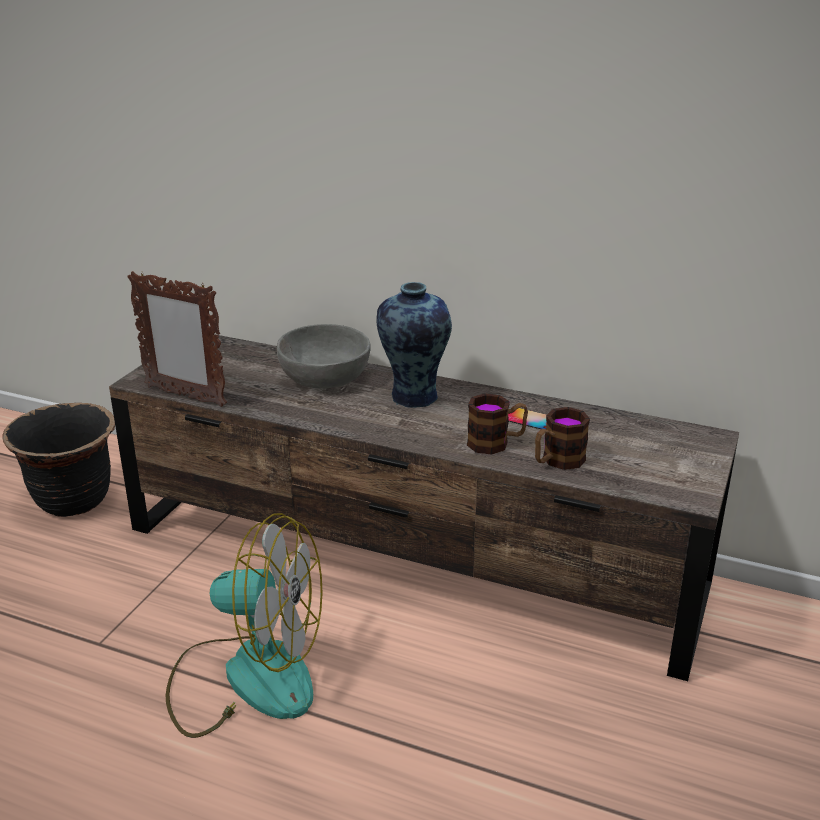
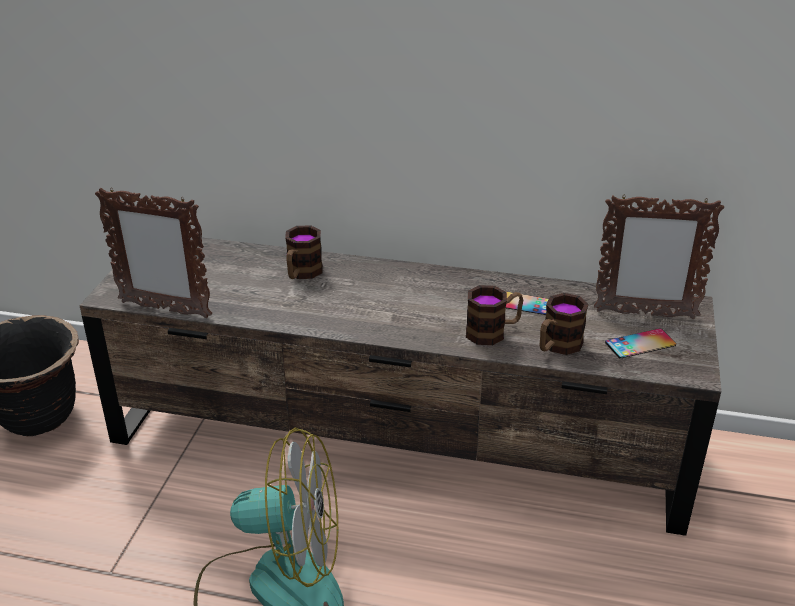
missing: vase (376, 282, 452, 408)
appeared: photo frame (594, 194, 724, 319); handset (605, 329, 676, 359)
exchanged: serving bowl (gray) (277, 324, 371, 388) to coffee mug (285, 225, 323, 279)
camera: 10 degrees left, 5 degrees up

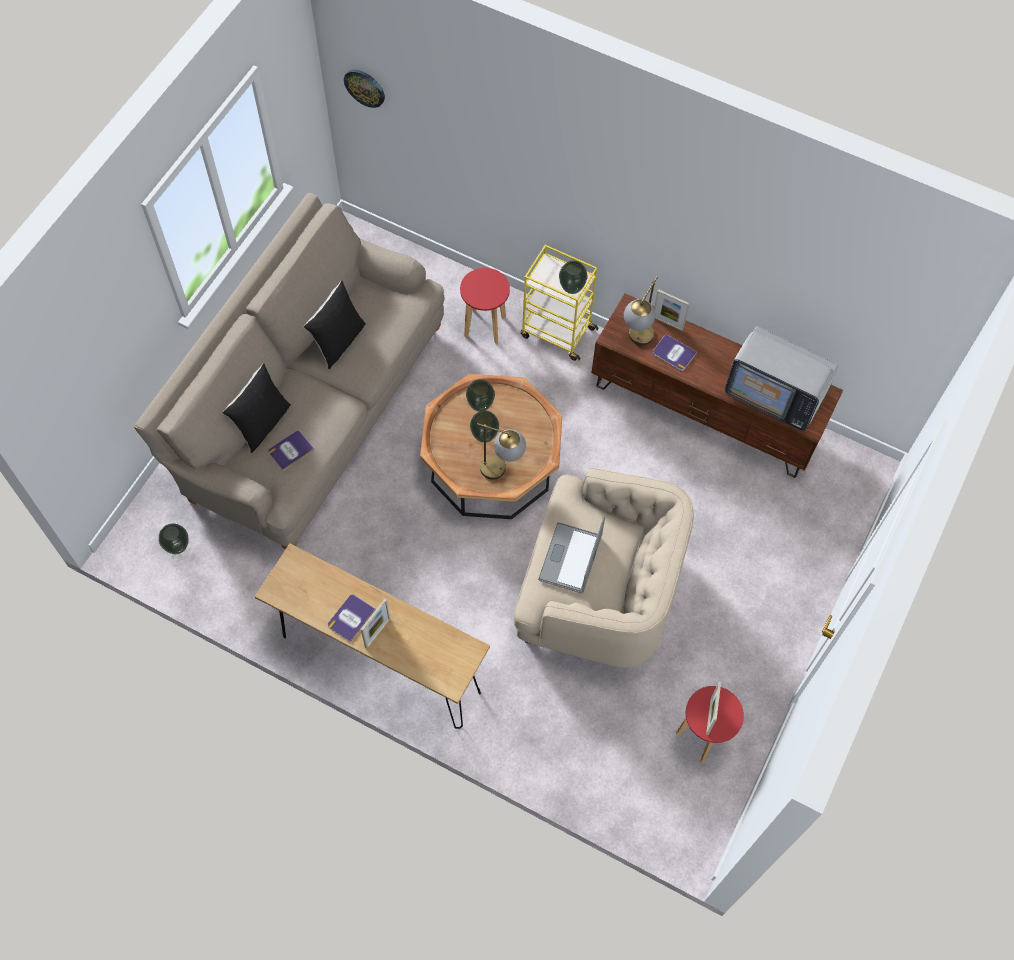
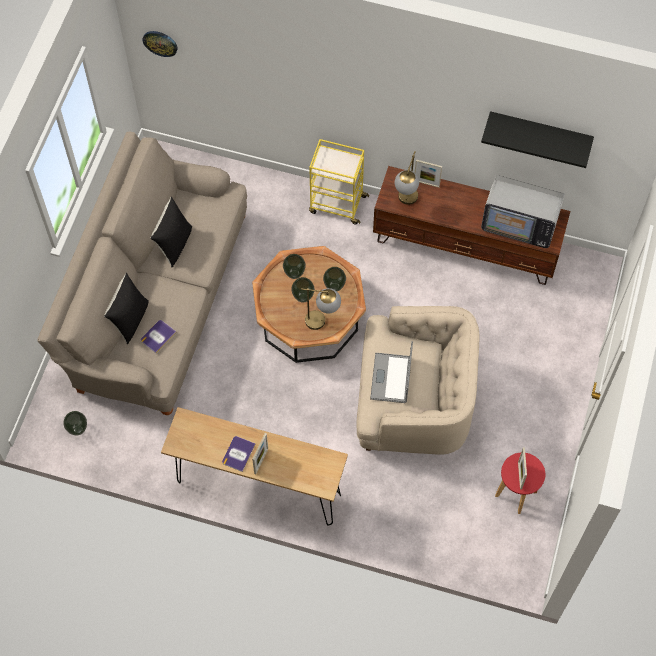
missing: stool (red) (460, 268, 510, 344); book (653, 334, 697, 371)
appeared: shelf (black) (481, 111, 594, 168)
relocated: vase (559, 261, 588, 294) to (323, 267, 346, 291)
camera: 10 degrees left, 0 degrees up

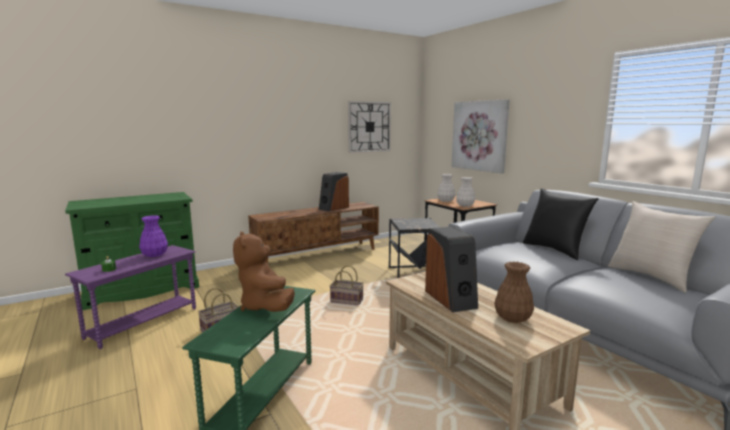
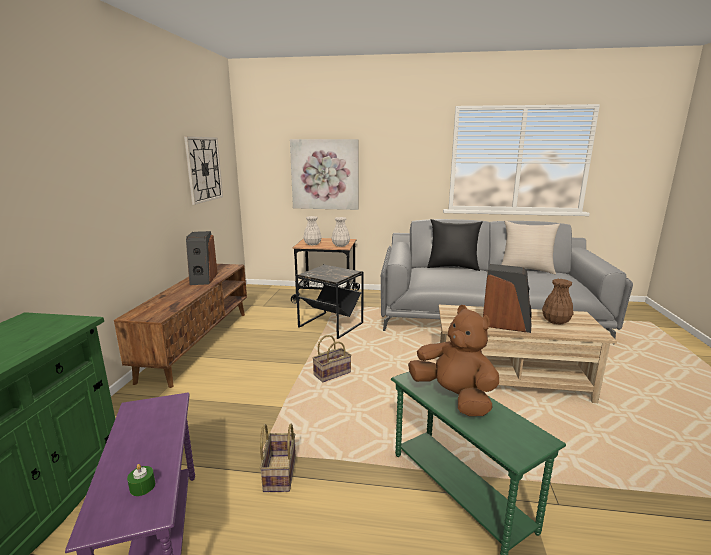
missing: vase (purple) (139, 215, 168, 257)
spun: plush toy (brownish) (233, 231, 295, 312) = (408, 305, 499, 416) 150 degrees counterclockwise
camera: 50 degrees left, 5 degrees up

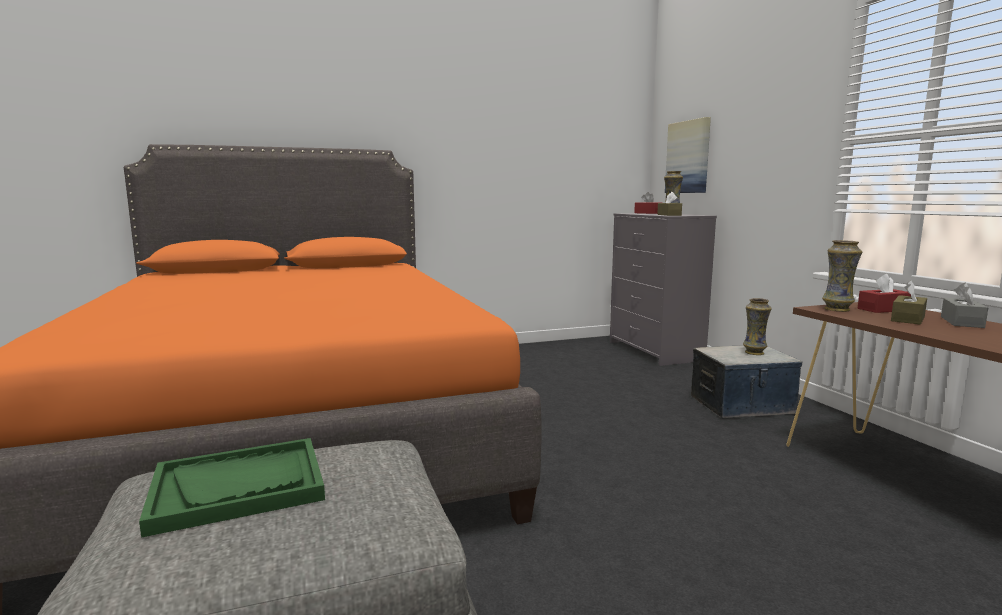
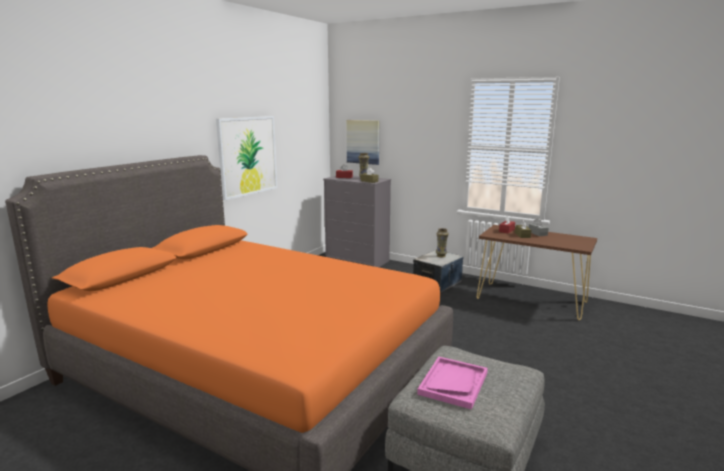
missing: vase (822, 240, 862, 312)
appeared: wall art (216, 116, 277, 200)
colour: carrying tray (green-coloured) (139, 438, 325, 537) to carrying tray (pink-coloured) (417, 356, 488, 409)
camera: 40 degrees left, 5 degrees up

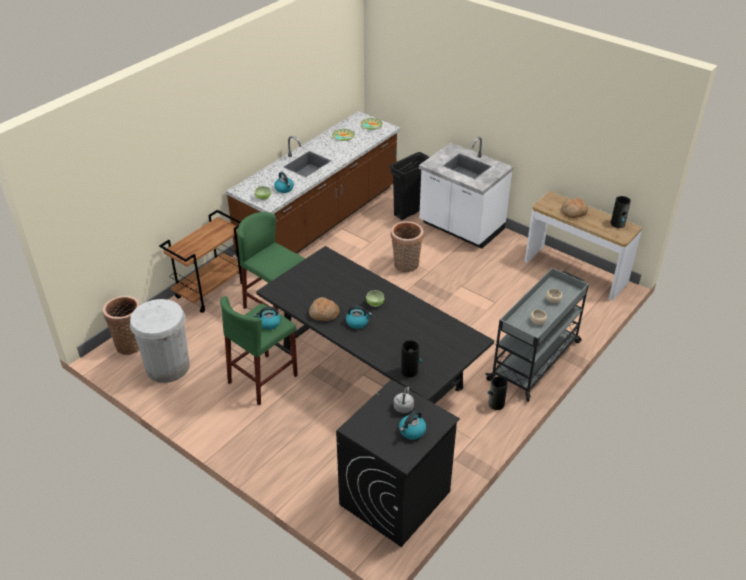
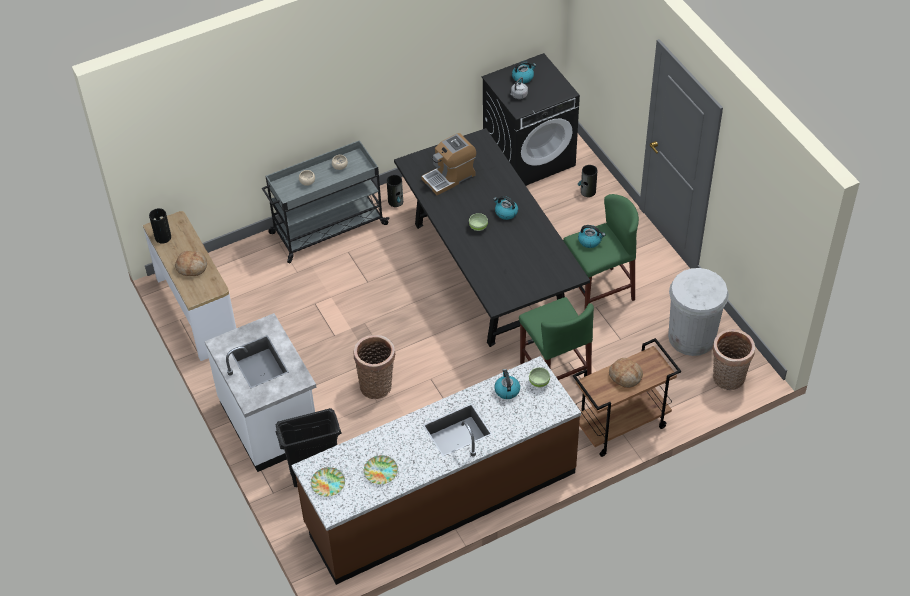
appeared: coffee machine (421, 133, 476, 195)
relocated: bread (309, 297, 339, 321) to (609, 358, 643, 388); vase (401, 340, 422, 378) to (578, 165, 597, 197)
camera: 155 degrees left, 10 degrees up

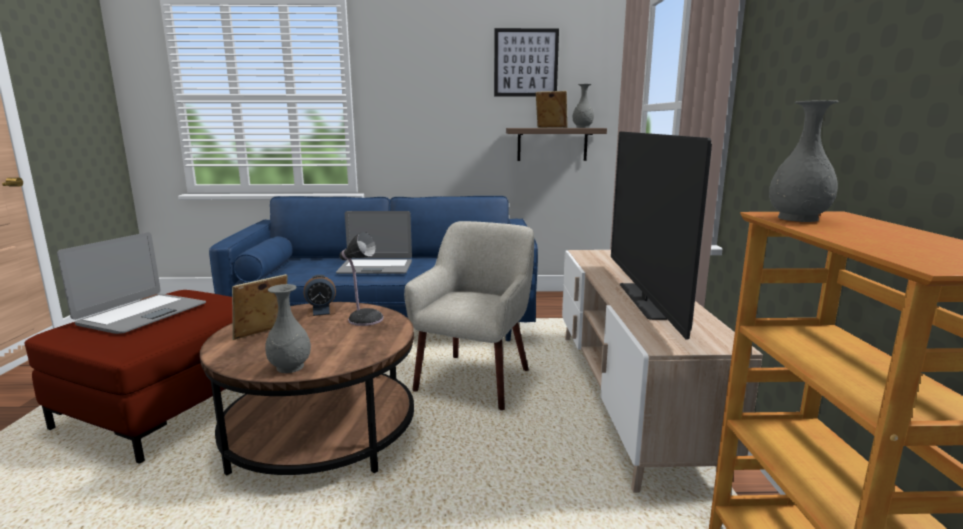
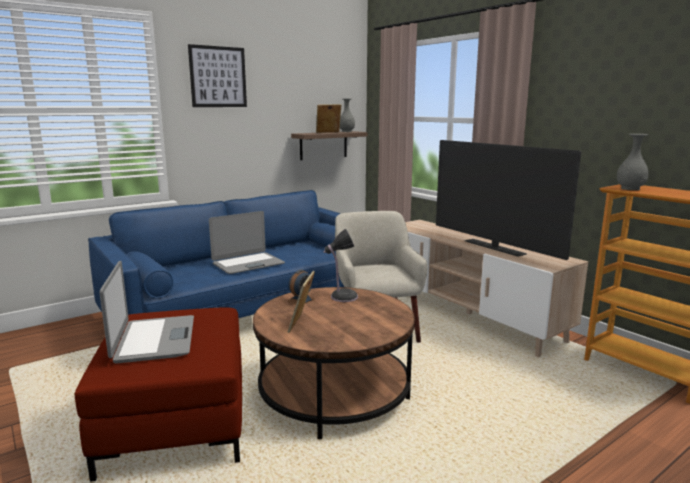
missing: vase (gray) (265, 284, 311, 373)
relocated: wall art (494, 28, 559, 97) to (188, 44, 247, 107)
camera: 35 degrees left, 0 degrees up

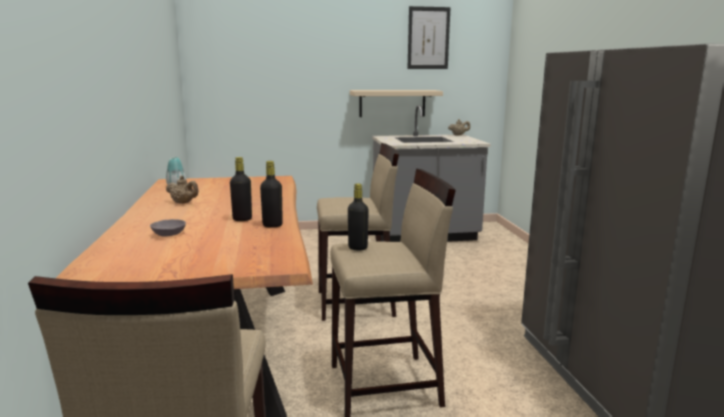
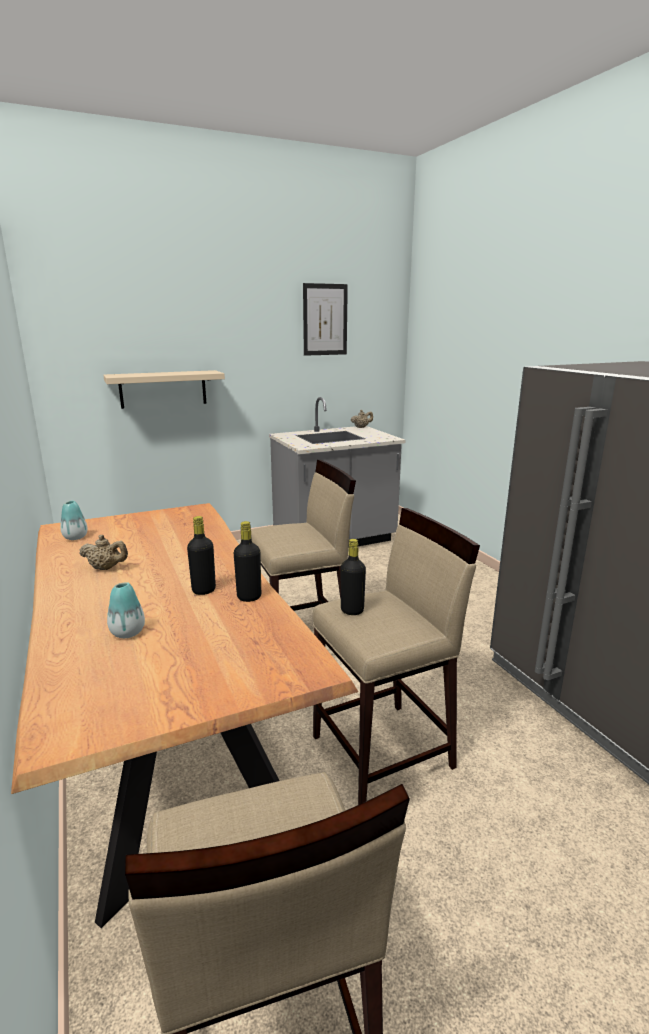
relocated: shelf (sand-coloured) (350, 90, 443, 117) to (103, 370, 225, 409)
exchanged: serving bowl (gray) (150, 219, 186, 237) to vase (107, 582, 145, 638)
camera: 15 degrees left, 5 degrees up

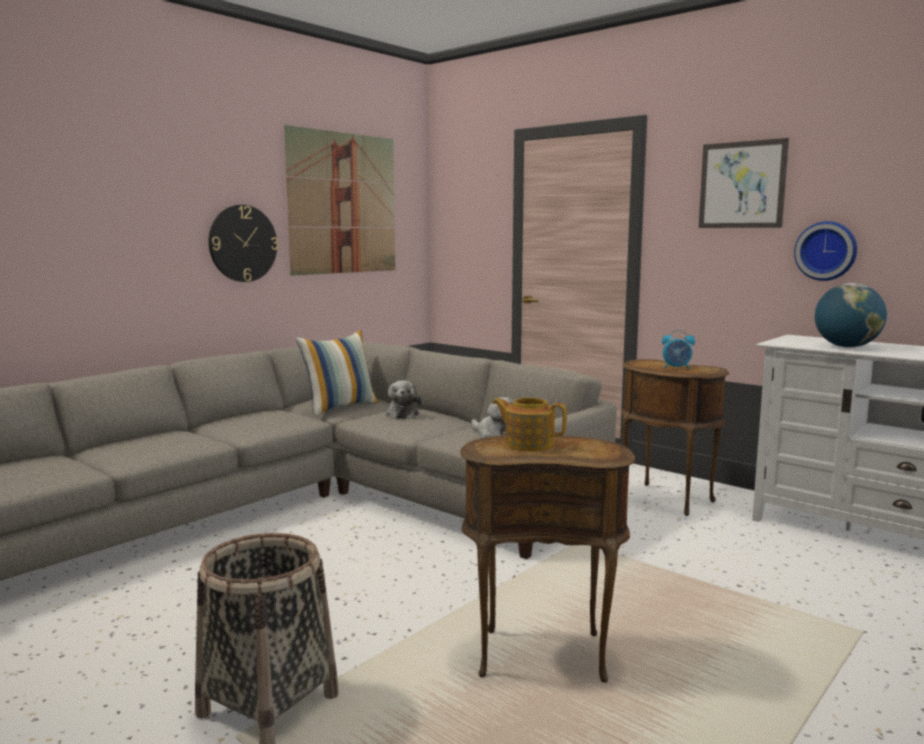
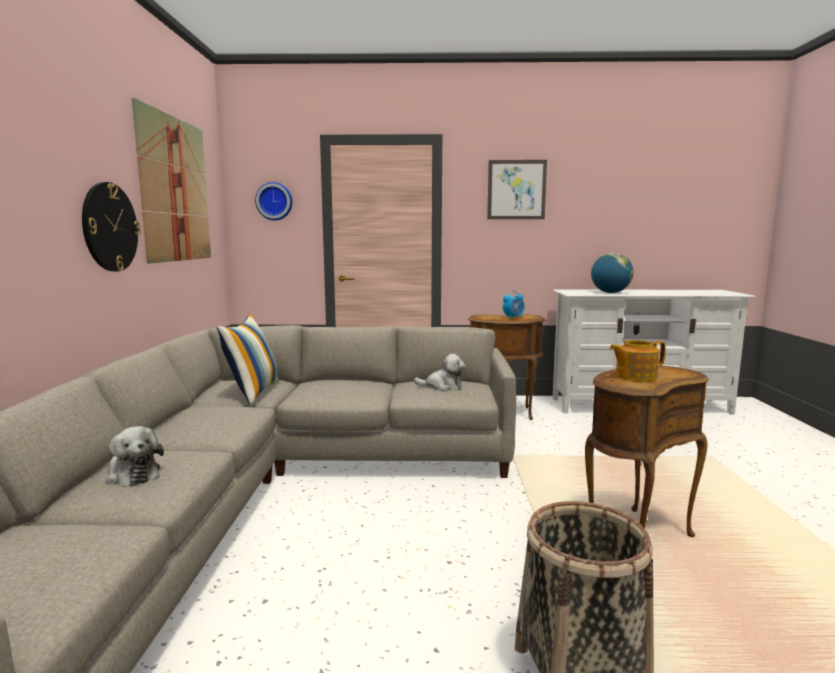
relocated: hanging clock (794, 221, 857, 281) to (255, 182, 292, 220); plush toy (385, 380, 422, 419) to (106, 426, 164, 487)
camera: 40 degrees left, 0 degrees up

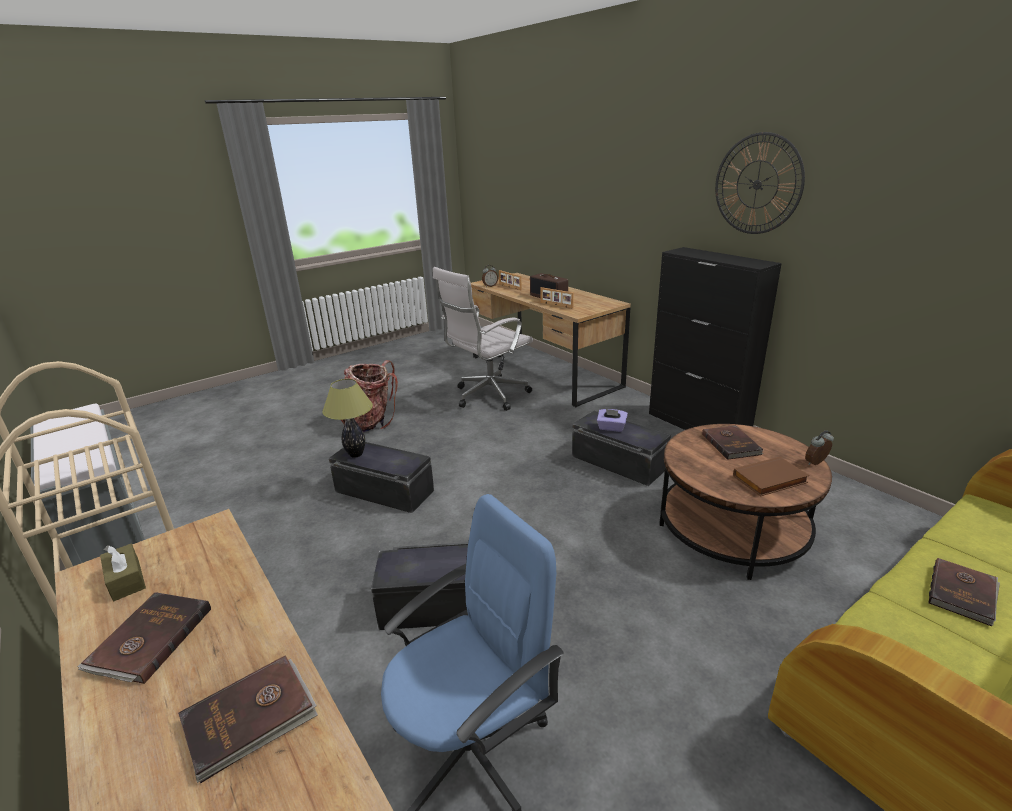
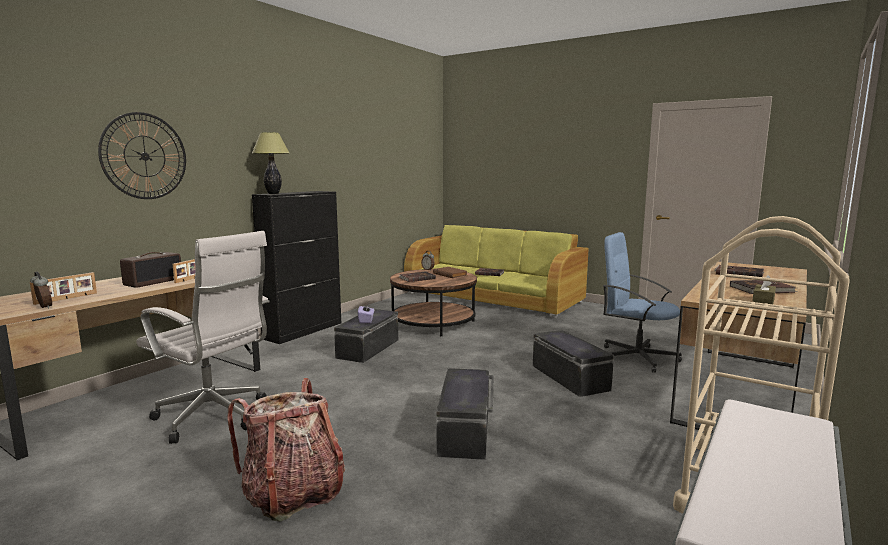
relocated: hanging clock (715, 132, 805, 234) to (98, 112, 186, 199); table lamp (322, 379, 373, 458) to (252, 132, 290, 194)
camera: 110 degrees left, 15 degrees down

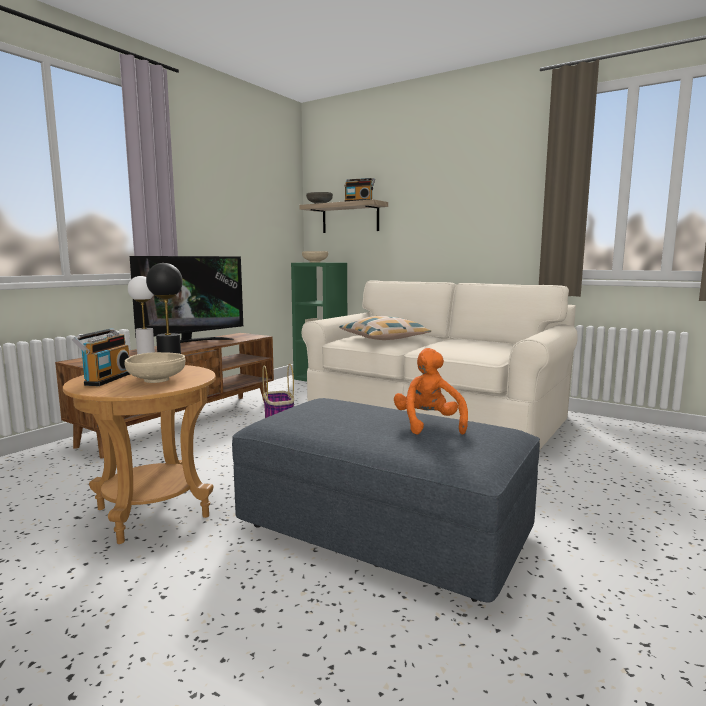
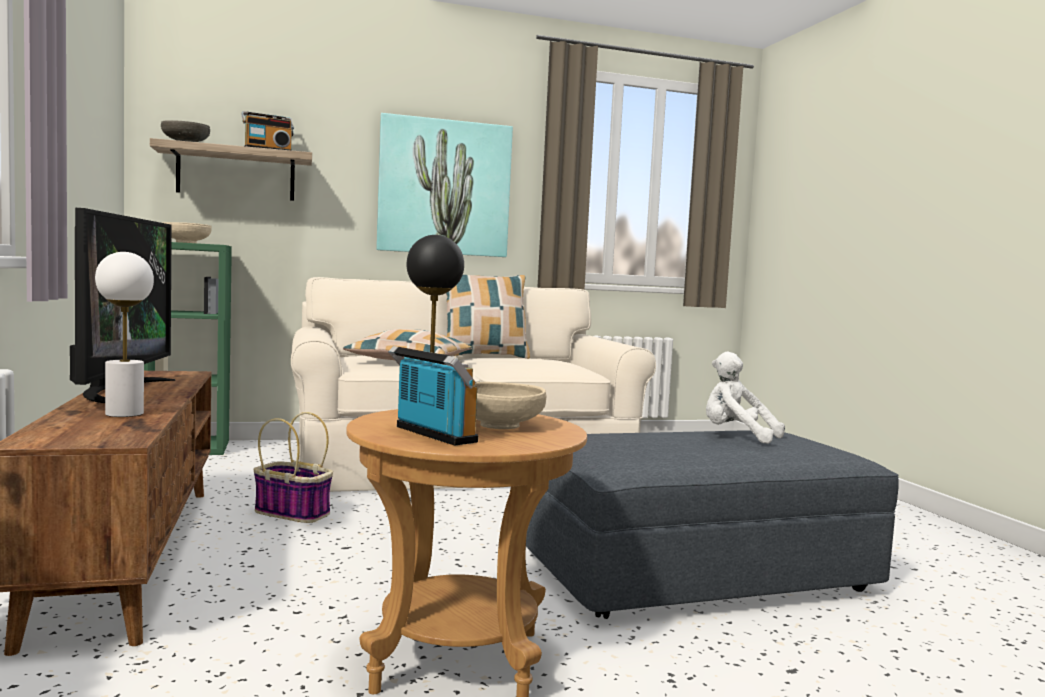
appeared: wall art (376, 113, 513, 257); pillow (446, 275, 530, 359)
colour: plush toy (orange-coloured) (394, 348, 468, 435) to plush toy (white) (706, 352, 785, 444)
camera: 50 degrees left, 5 degrees down

